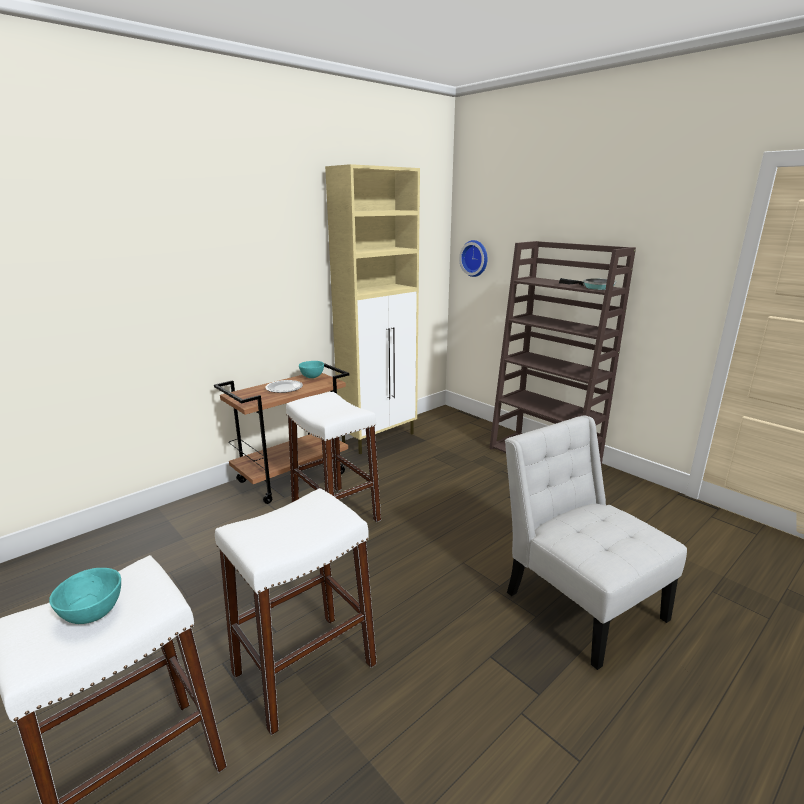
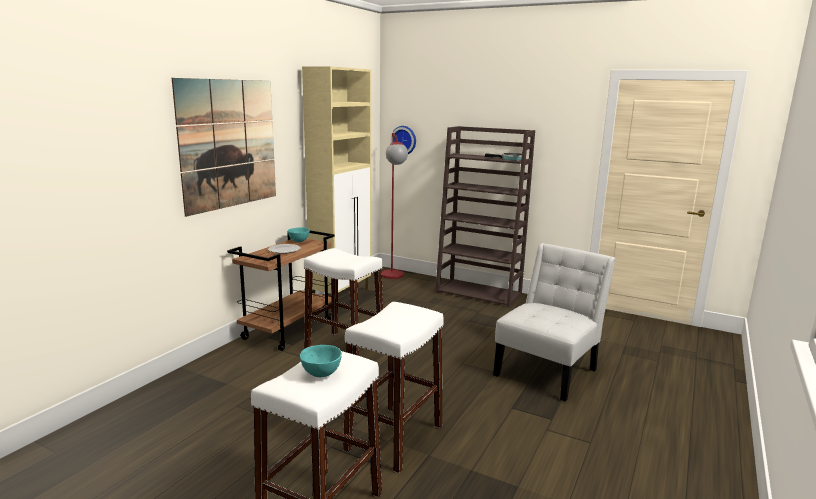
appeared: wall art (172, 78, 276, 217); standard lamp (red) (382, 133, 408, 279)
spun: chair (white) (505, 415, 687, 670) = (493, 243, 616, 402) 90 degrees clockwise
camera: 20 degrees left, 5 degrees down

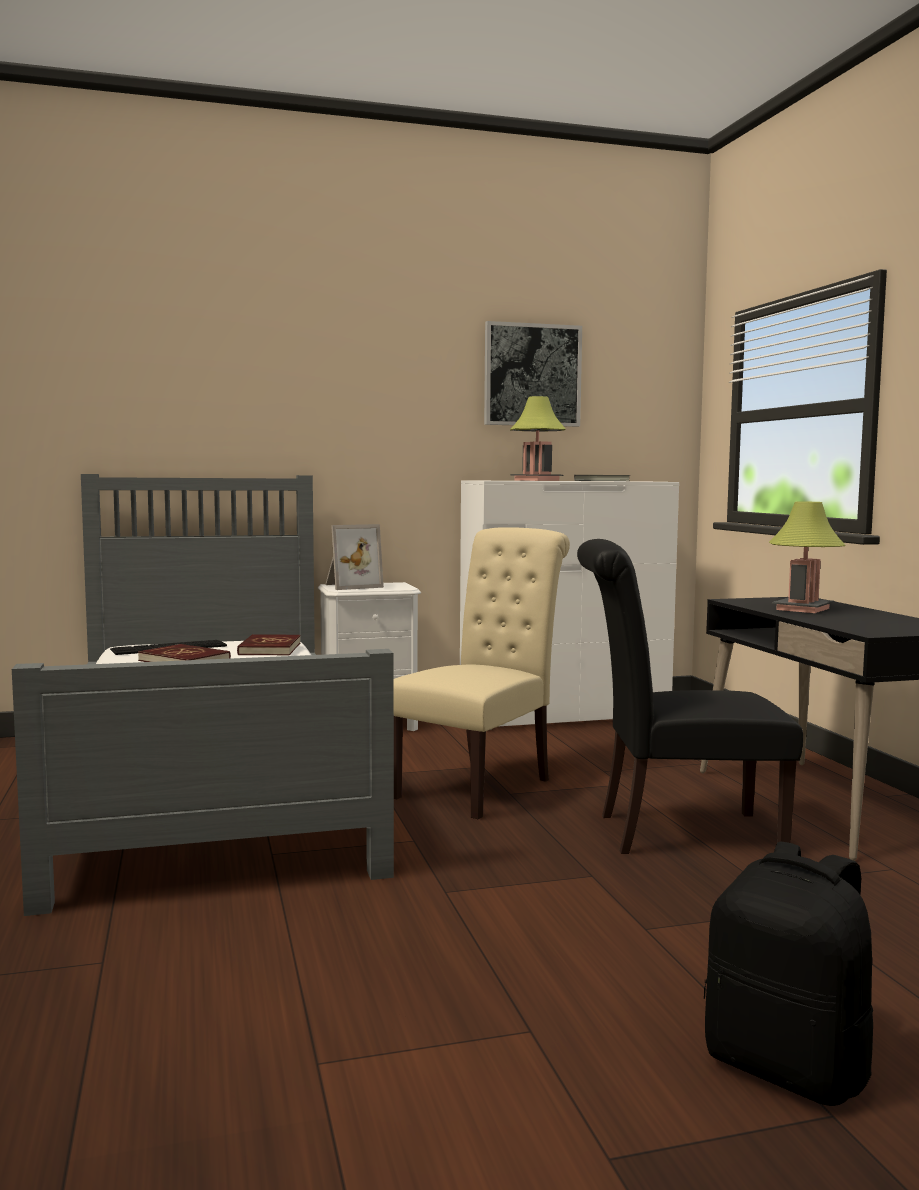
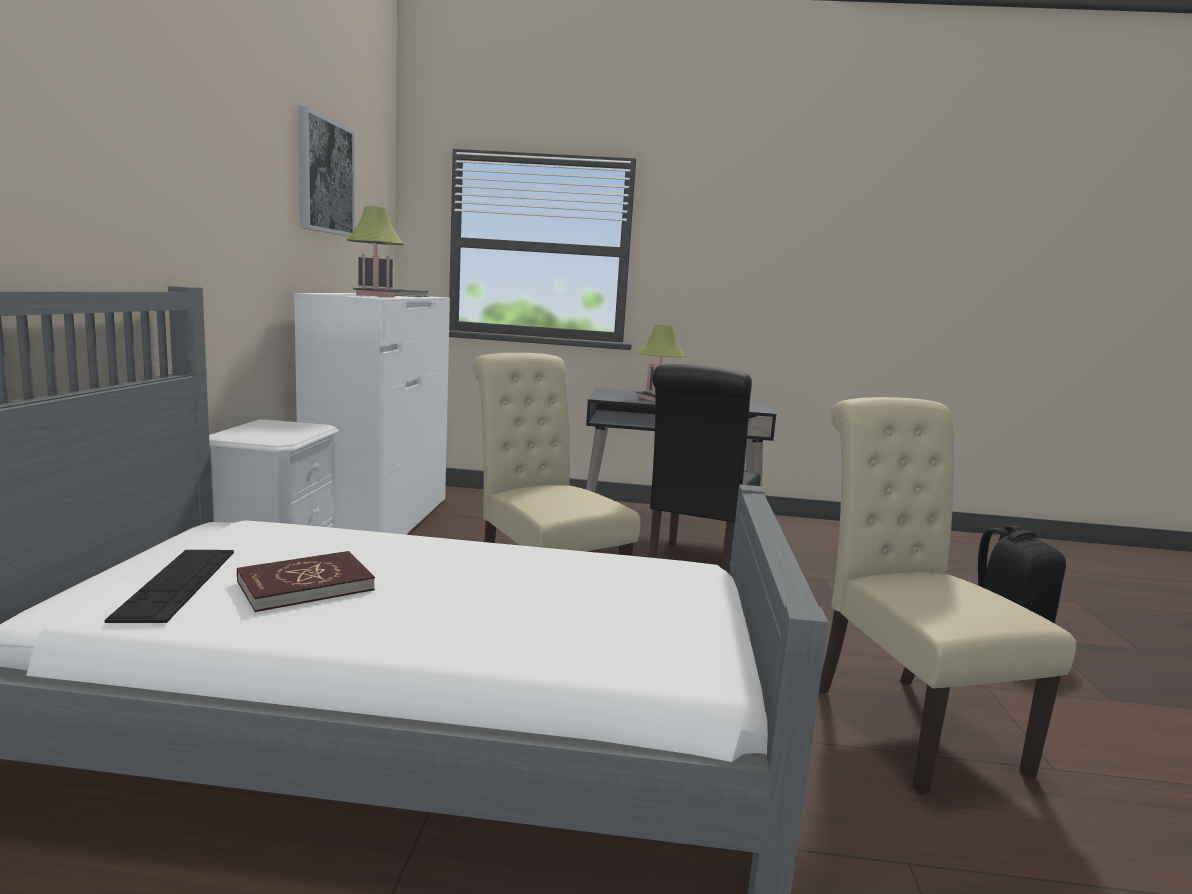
missing: photo frame (325, 524, 384, 590); book (red) (237, 634, 301, 655)
appeared: chair (sand-coloured) (819, 397, 1076, 794)
camera: 70 degrees left, 5 degrees up

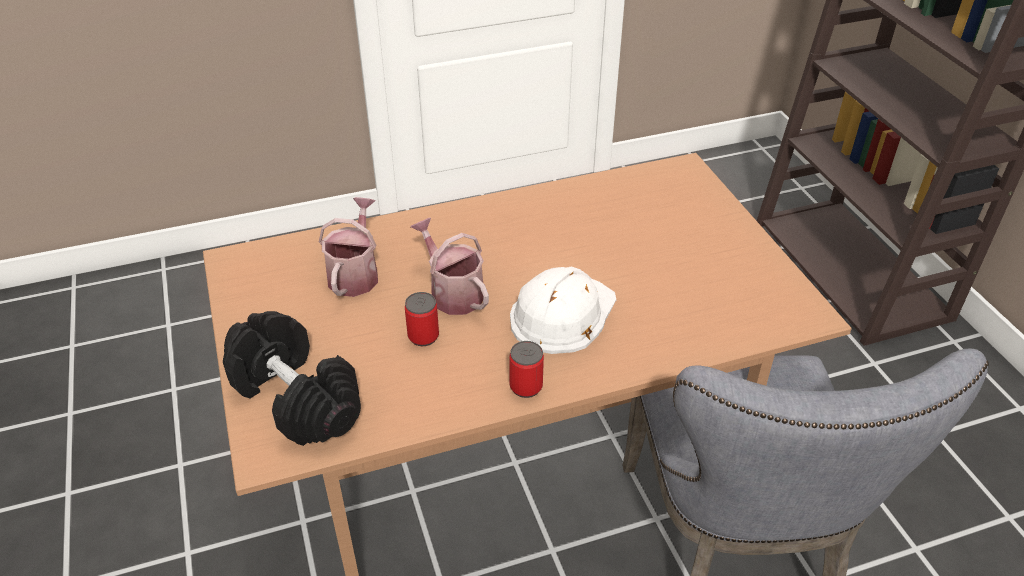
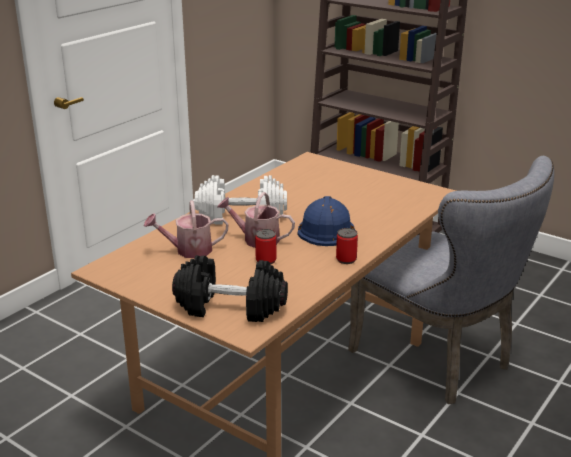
appeared: dumbbell (white) (195, 175, 287, 225)
colour: hard hat (white) (510, 267, 616, 354) to hard hat (blue-coloured) (297, 196, 355, 246)
spun: watering pot (319, 197, 378, 297) = (144, 200, 228, 258) 75 degrees counterclockwise
camera: 35 degrees left, 15 degrees down

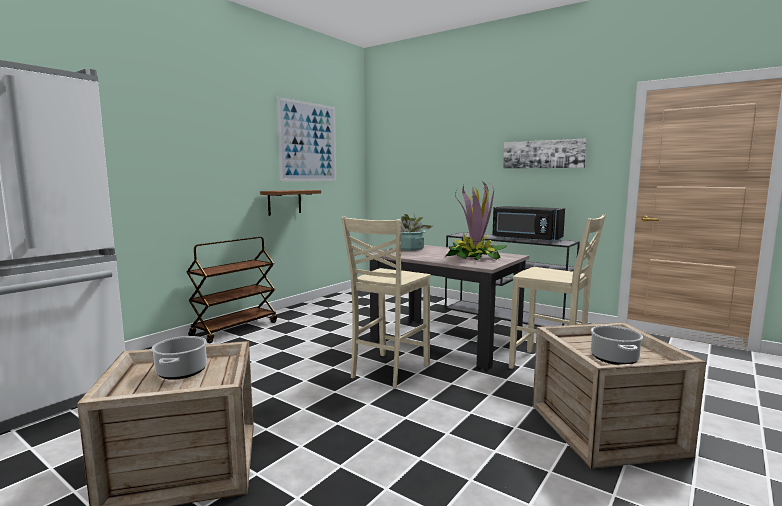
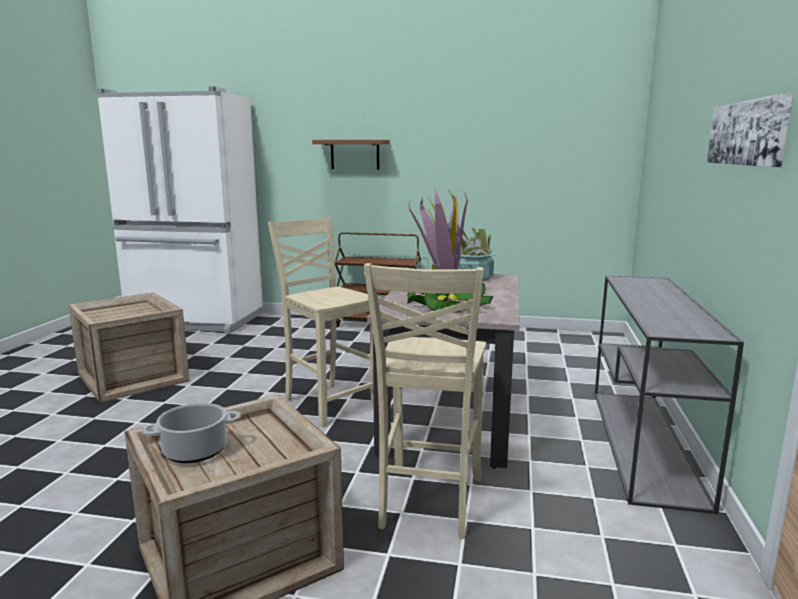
missing: wall art (277, 97, 336, 181); microwave (black) (492, 206, 565, 243); stockpot (152, 336, 207, 380)
relocated: shelf (brownish) (260, 190, 321, 216) to (312, 140, 390, 169)
spun: chair (sand-coloured) (341, 217, 431, 389) = (268, 216, 374, 427) 45 degrees clockwise
camera: 65 degrees right, 5 degrees up

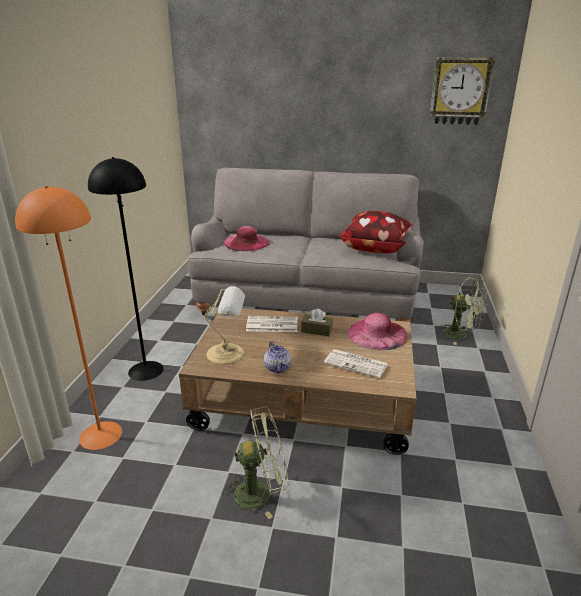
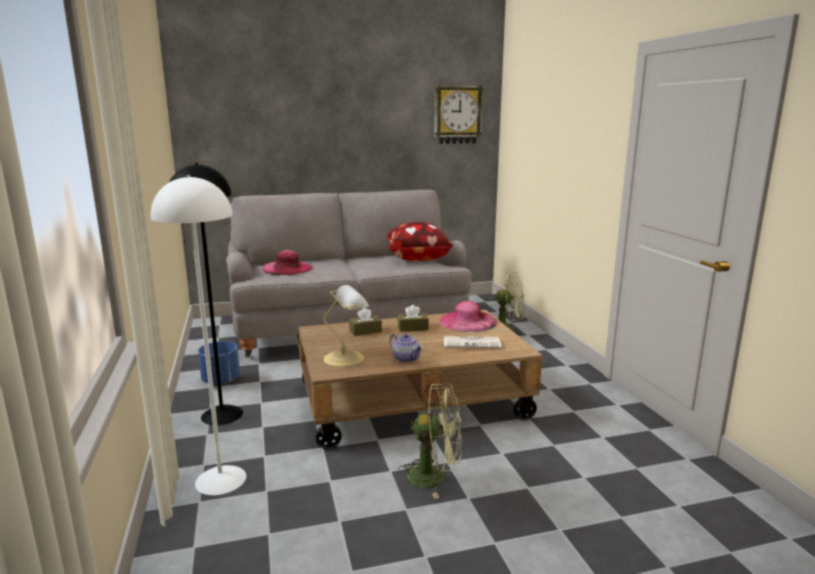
appeared: flower pot (blue-coloured) (198, 341, 240, 385)
exchanged: printed paper (246, 316, 298, 332) to tissue box (brownish) (349, 308, 382, 336)
colour: standard lamp (orange-coloured) (15, 186, 122, 450) to standard lamp (white) (151, 175, 246, 495)
spun: electric fan (green-coloured) (222, 406, 288, 519) = (398, 383, 462, 499) 45 degrees clockwise
camera: 25 degrees left, 10 degrees down

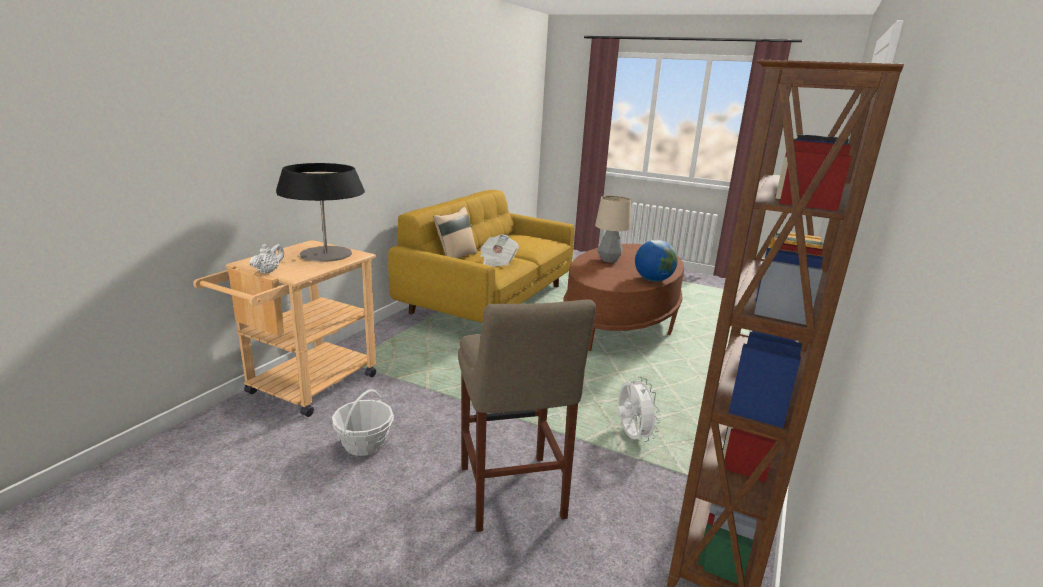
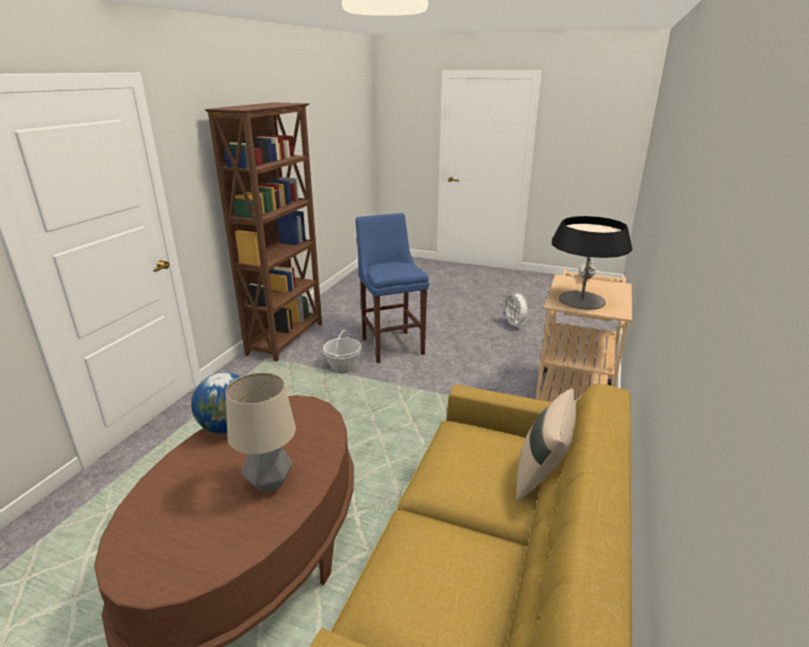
missing: printed paper (480, 235, 519, 267)
relocated: electric fan (white) (617, 377, 660, 442) to (501, 290, 528, 329); basket (332, 389, 394, 456) to (323, 330, 362, 372)
colour: stool (sand-coloured) (458, 299, 596, 532) to stool (blue-coloured) (356, 213, 429, 363)
camera: 175 degrees right, 5 degrees up

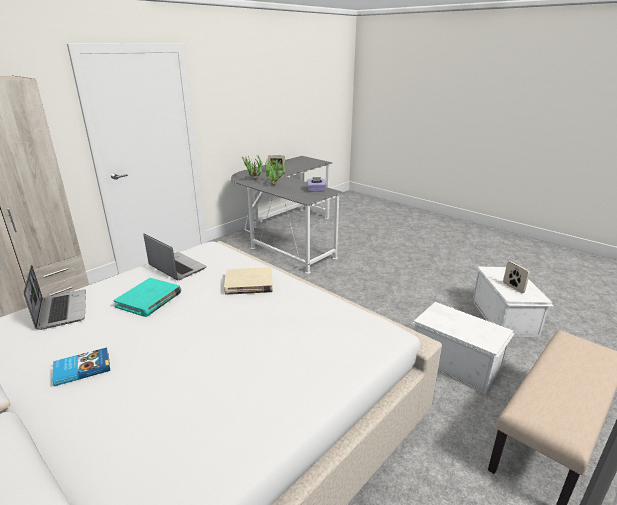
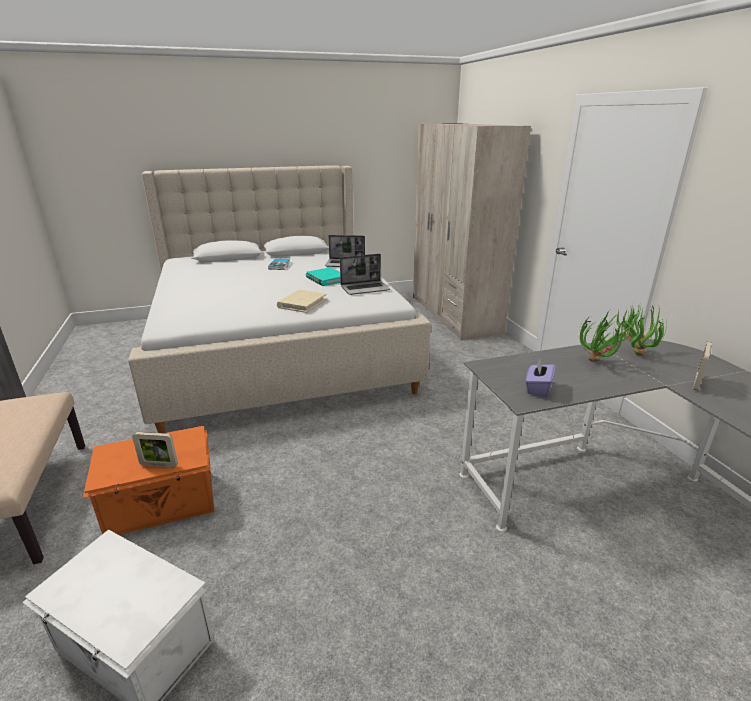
relocated: photo frame (503, 261, 530, 293) to (132, 432, 178, 468)
colour: storage bin (white) (413, 302, 515, 394) to storage bin (orange-coloured) (83, 426, 214, 535)
camera: 120 degrees right, 0 degrees up

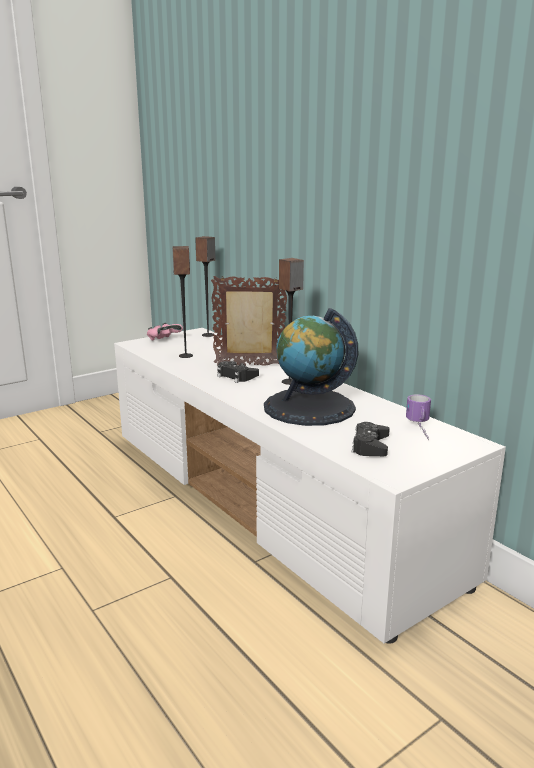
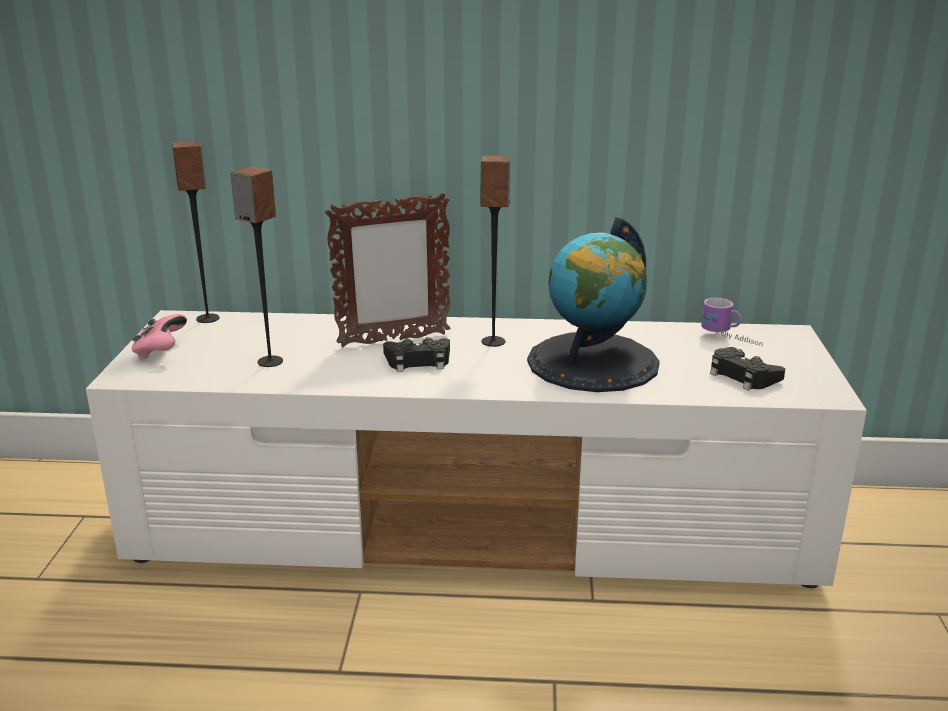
spun: photo frame (211, 276, 287, 366) = (325, 193, 450, 347) 150 degrees counterclockwise
camera: 50 degrees left, 5 degrees up

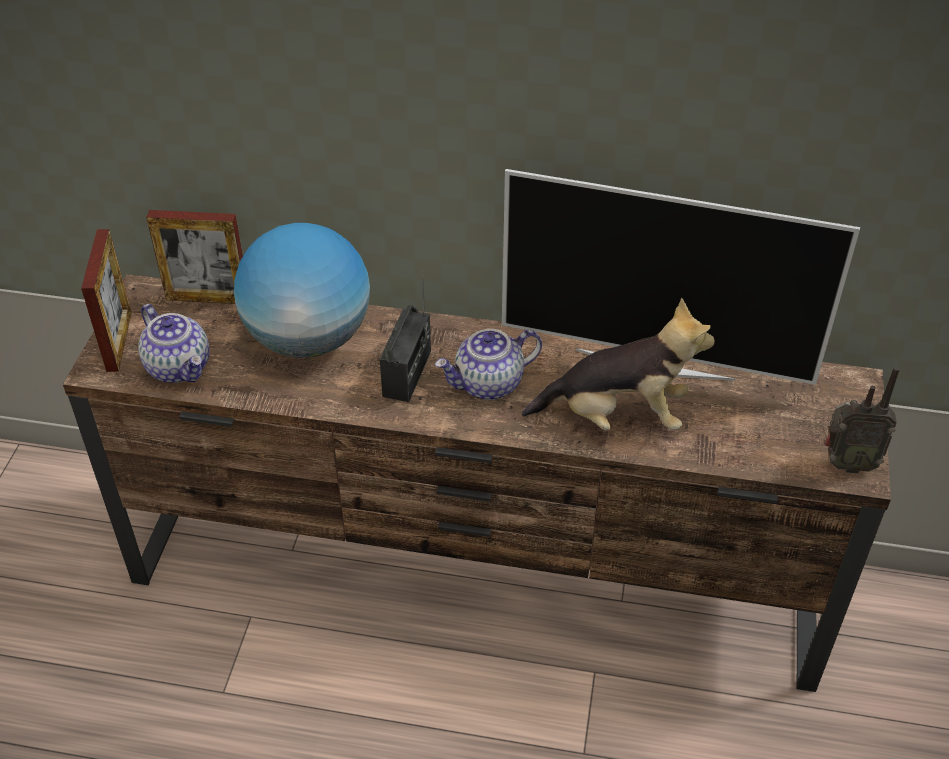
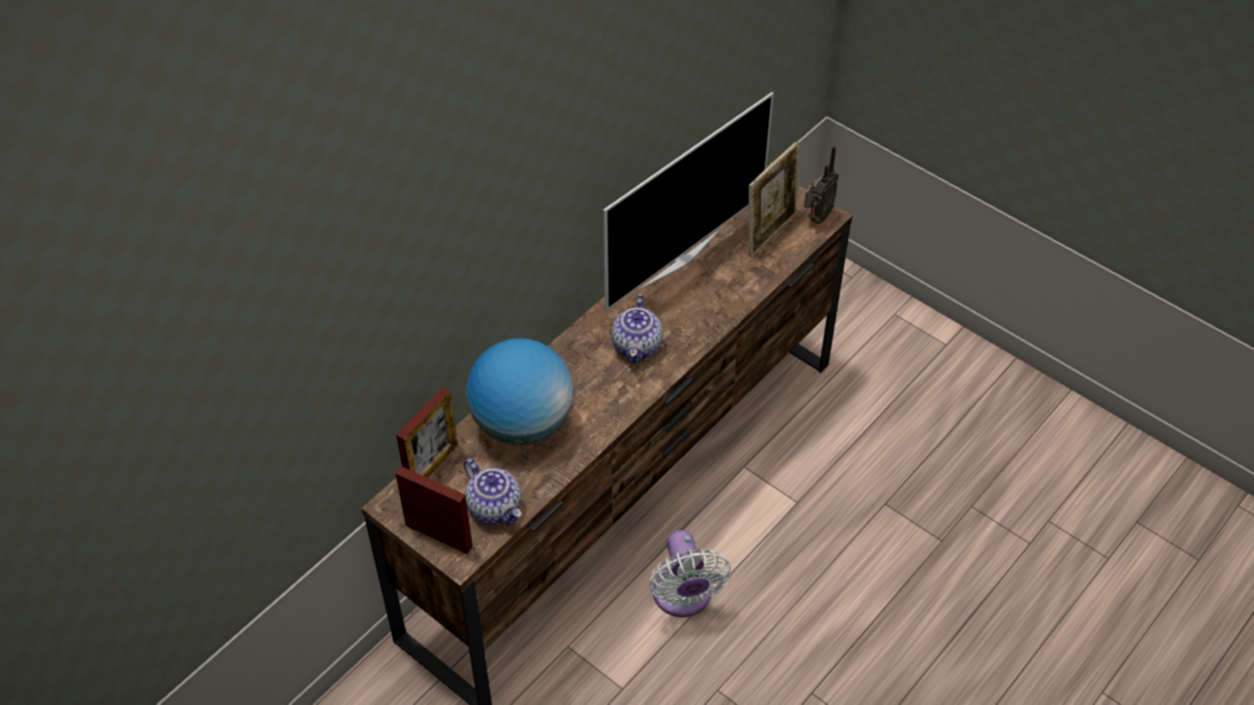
missing: radio (379, 270, 431, 402); plush toy (522, 298, 715, 430)
appeared: photo frame (749, 141, 799, 257); electric fan (white) (649, 530, 731, 617)
spun: teapot (138, 304, 210, 383) = (464, 459, 521, 525) 60 degrees clockwise
camera: 60 degrees left, 5 degrees up

